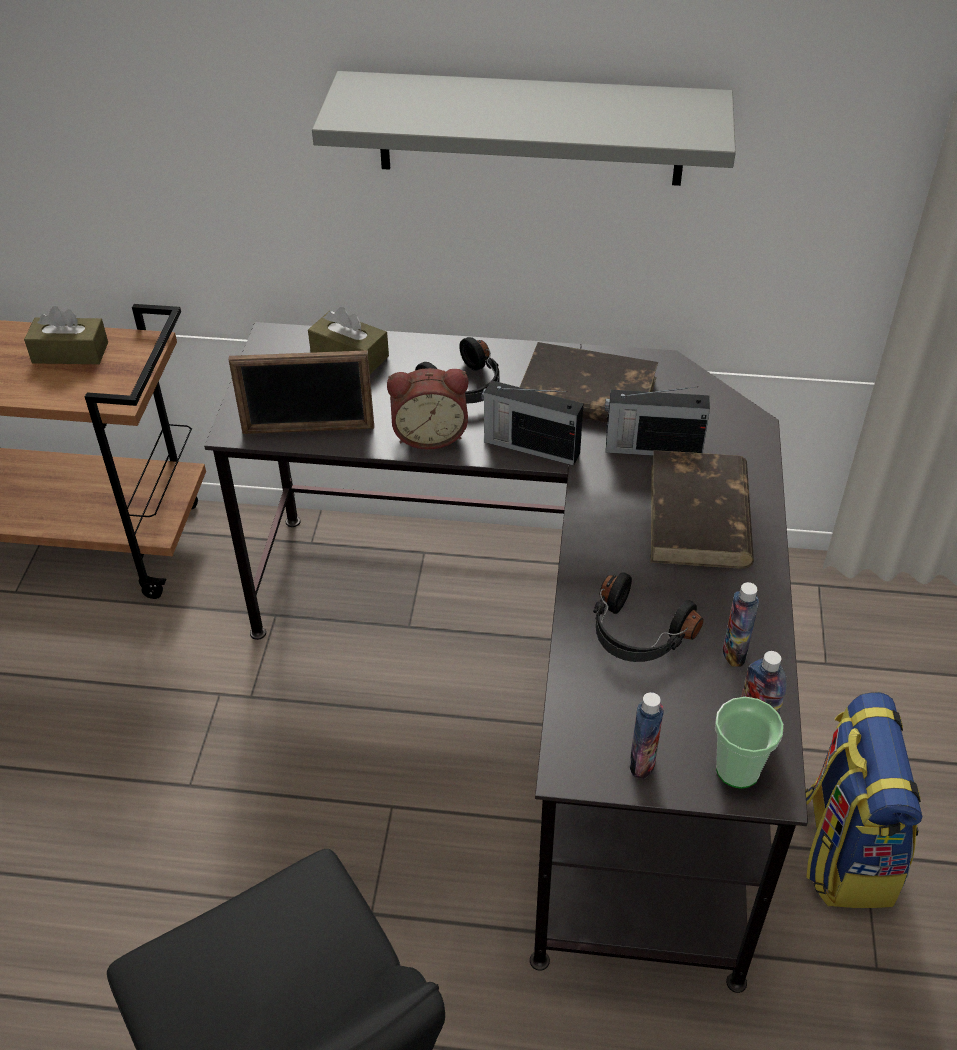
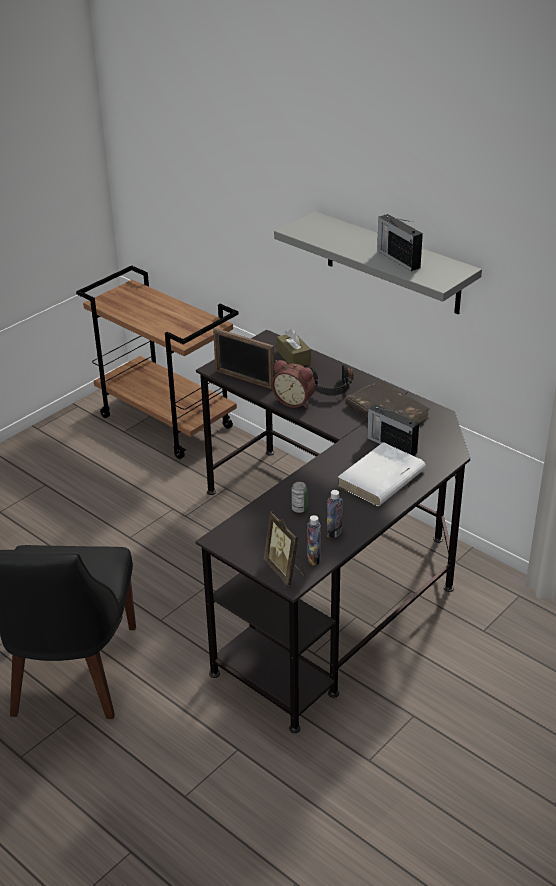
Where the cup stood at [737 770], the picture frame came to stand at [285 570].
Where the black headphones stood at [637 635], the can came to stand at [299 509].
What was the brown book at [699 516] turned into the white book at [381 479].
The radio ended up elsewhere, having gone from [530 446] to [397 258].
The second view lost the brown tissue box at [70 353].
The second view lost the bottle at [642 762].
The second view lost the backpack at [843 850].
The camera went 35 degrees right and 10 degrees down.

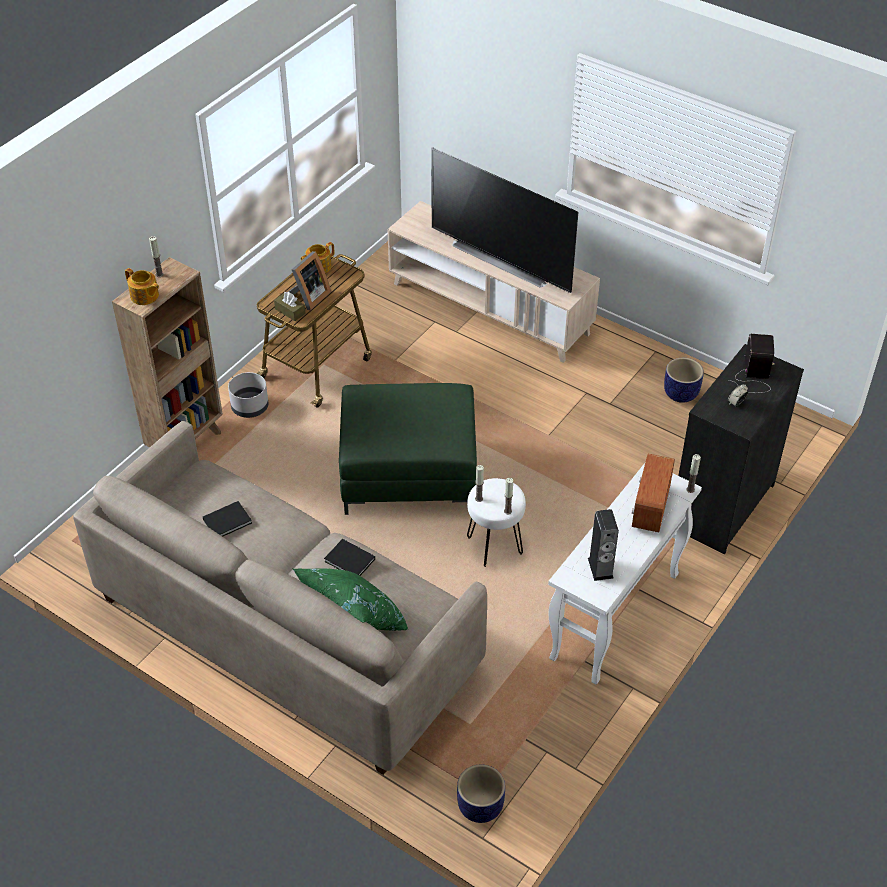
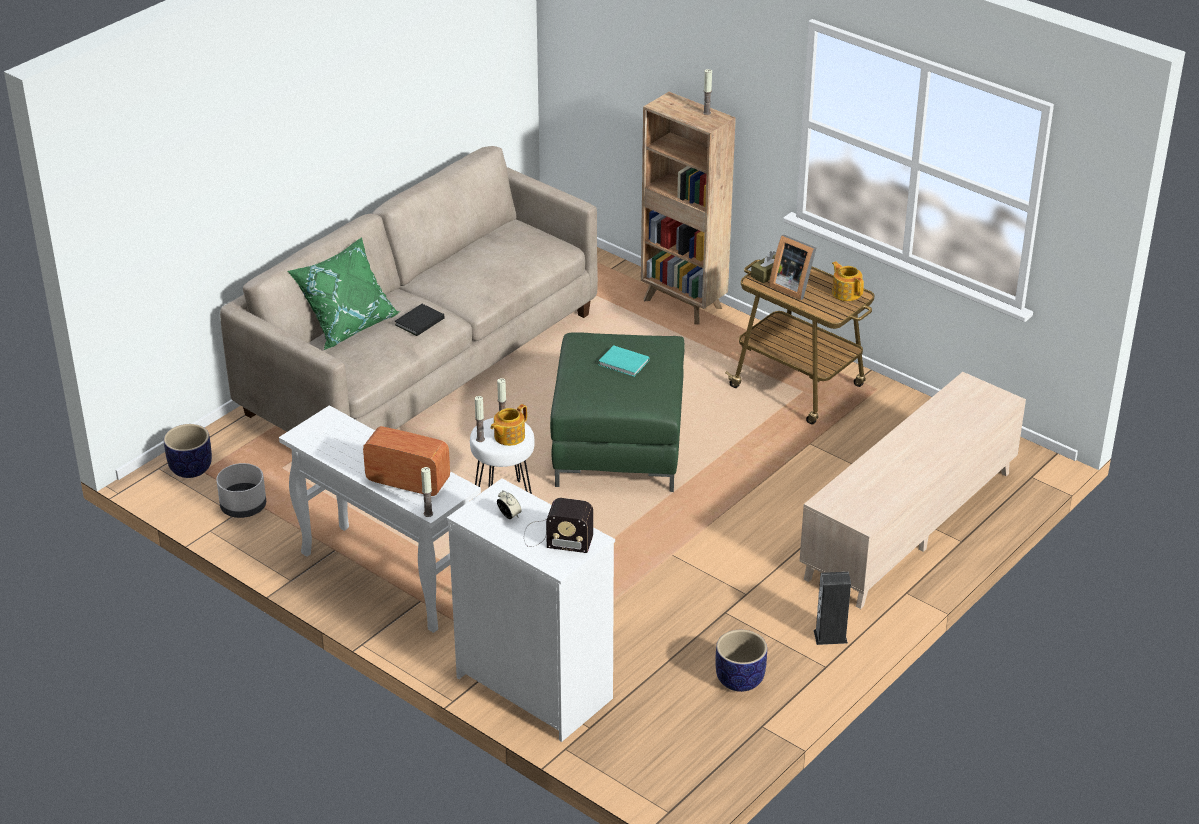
The grey planter ended up elsewhere, having gone from [249 407] to [243 506].
What was the black dresser at [721 505] turned into the white dresser at [535 687].
The teapot ended up elsewhere, having gone from [145 296] to [508 436].
The second view gained the turquoise book at [624 363].
The speaker ended up elsewhere, having gone from [600 568] to [830 636].
The second view lost the black book at [229 521].
The second view lost the television at [503 258].
The camera went 95 degrees right and 10 degrees down.

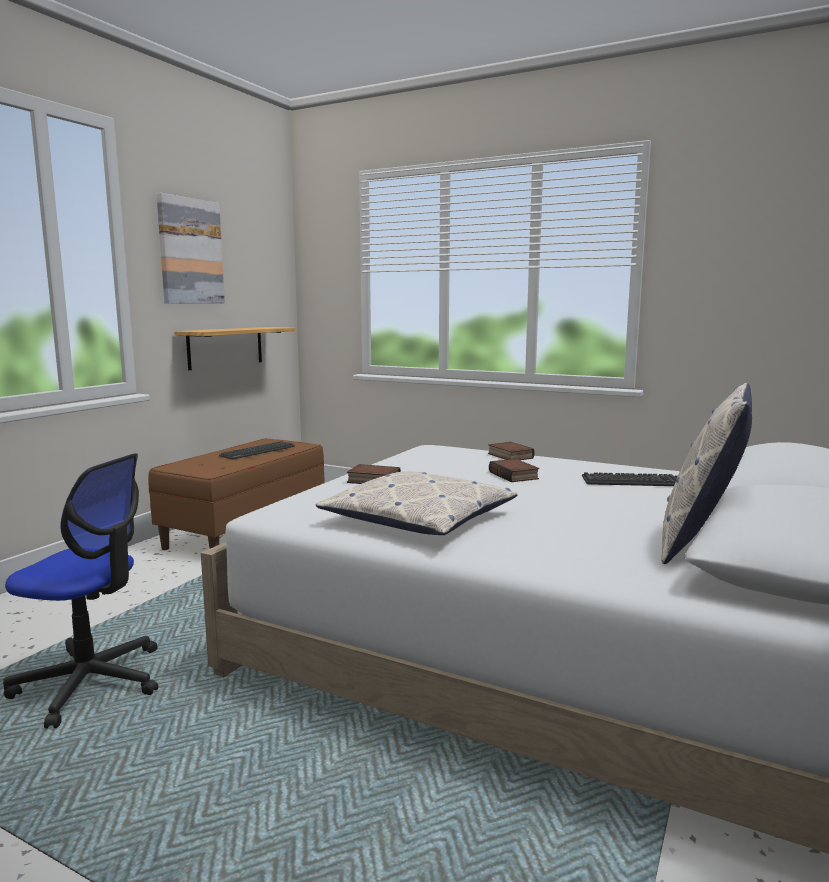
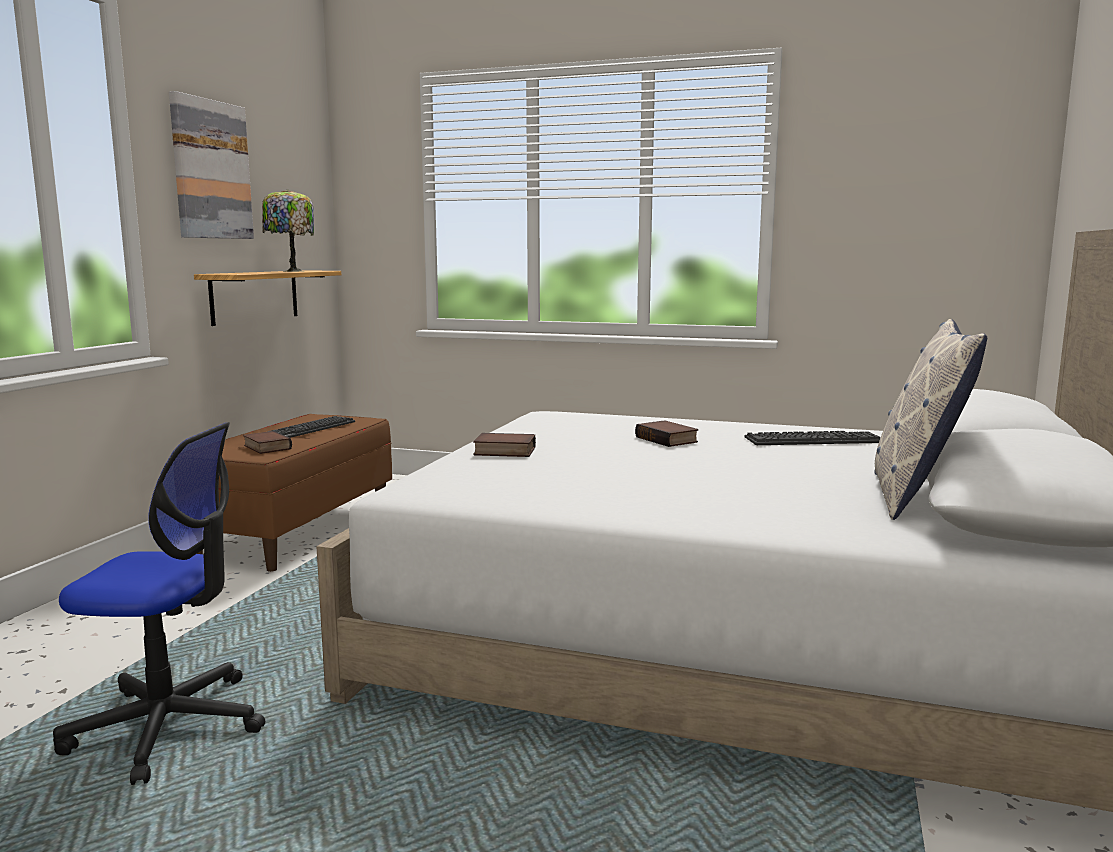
The book ended up elsewhere, having gone from [509 456] to [265 447].
The second view gained the table lamp at [291 271].
The second view lost the pillow at [419 518].
The camera went 10 degrees left and 0 degrees up.

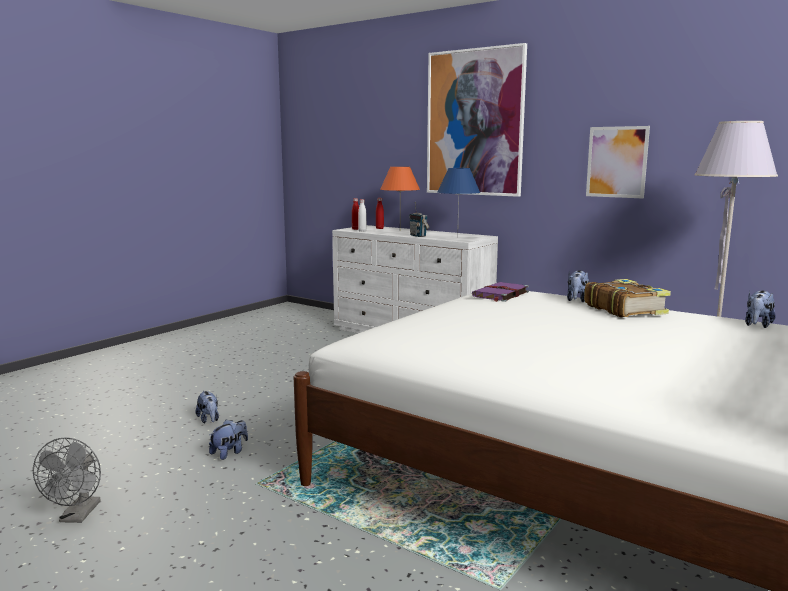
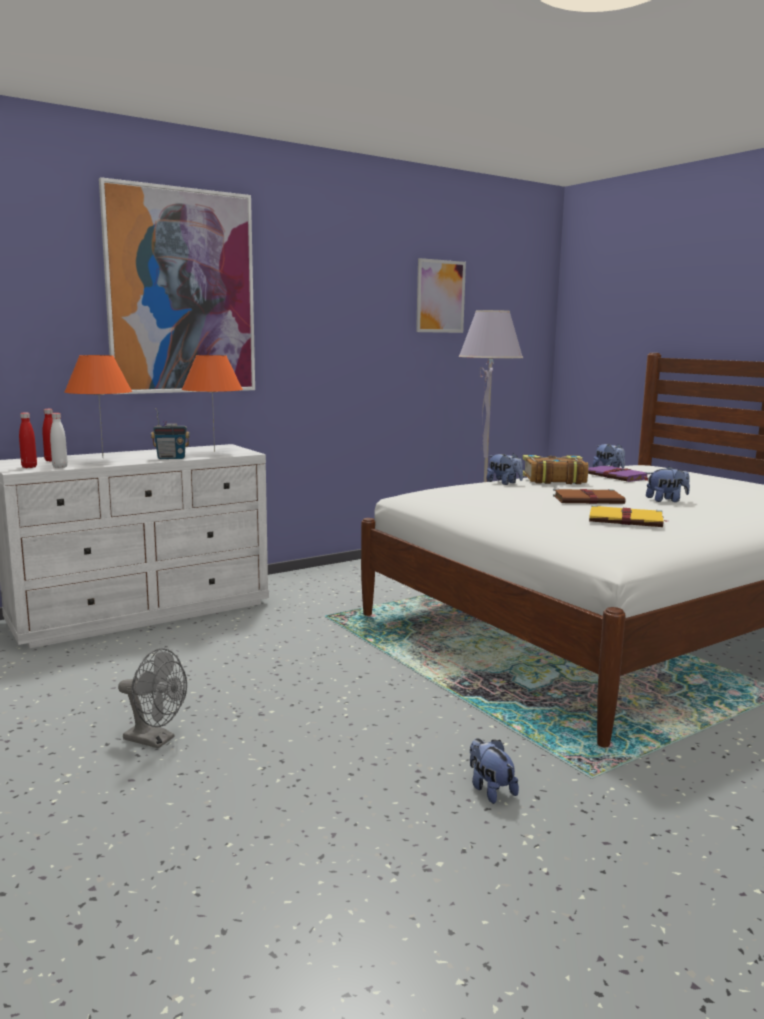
The grey fan ended up elsewhere, having gone from [77 516] to [155 740].
What was the blue table lamp at [457 237] turned into the orange table lamp at [214 451].
The picture ended up elsewhere, having gone from [617 162] to [440 296].
The second view gained the brown book at [589 500].
The purple book ended up elsewhere, having gone from [500 294] to [618 476].
The second view gained the yellow book at [627 520].
The plush toy ended up elsewhere, having gone from [209 420] to [666 500].
The camera went 70 degrees left and 0 degrees up.

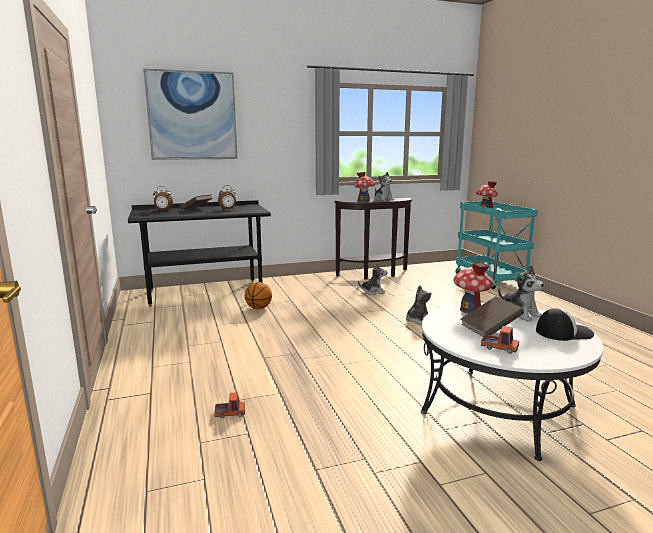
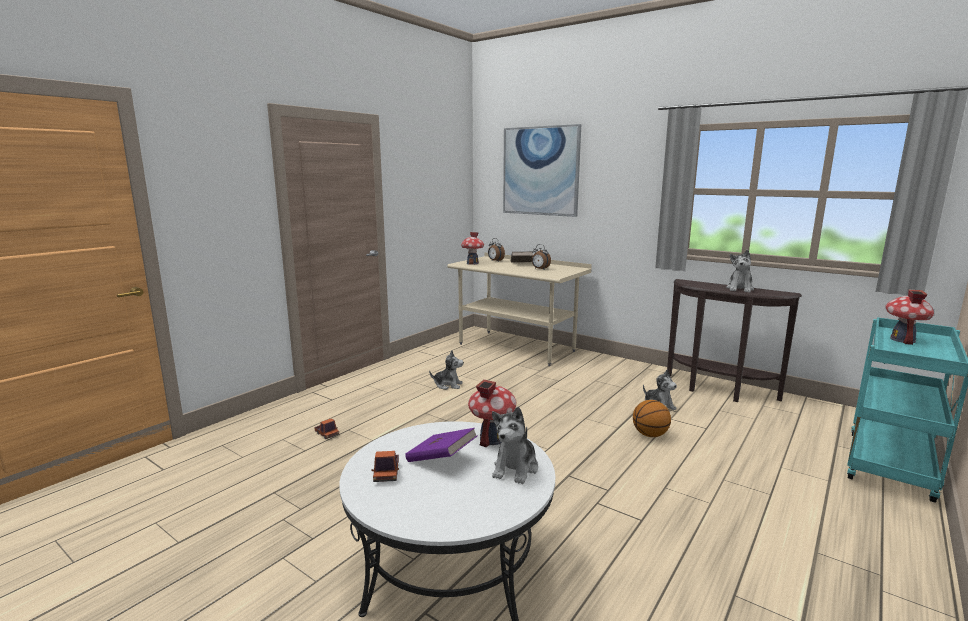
What was the brown book at [490 328] turned into the purple book at [441 459].
The plush toy ended up elsewhere, having gone from [417 320] to [448 385].
What was the black desk at [205 293] turned into the beige desk at [516 347].
The toy house ended up elsewhere, having gone from [364 201] to [472 263].
The basketball ended up elsewhere, having gone from [259 308] to [650 435].
The second view lost the cap at [563 332].
The camera went 55 degrees right and 0 degrees up.

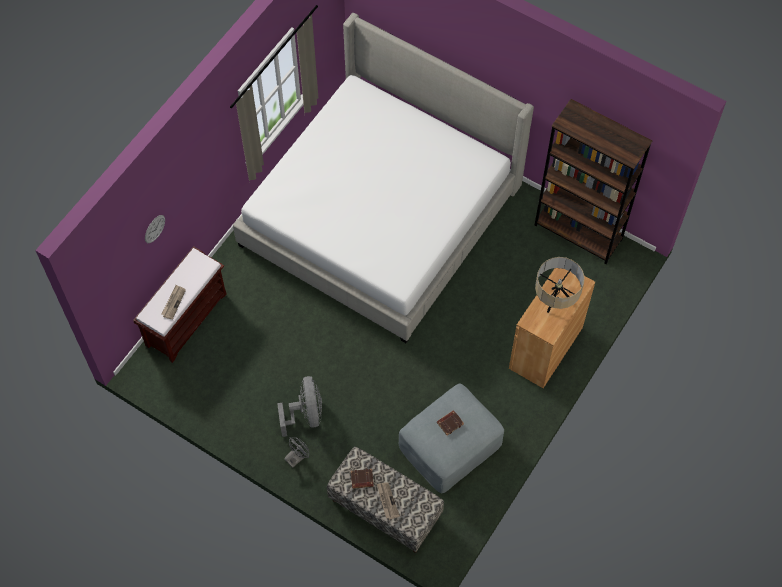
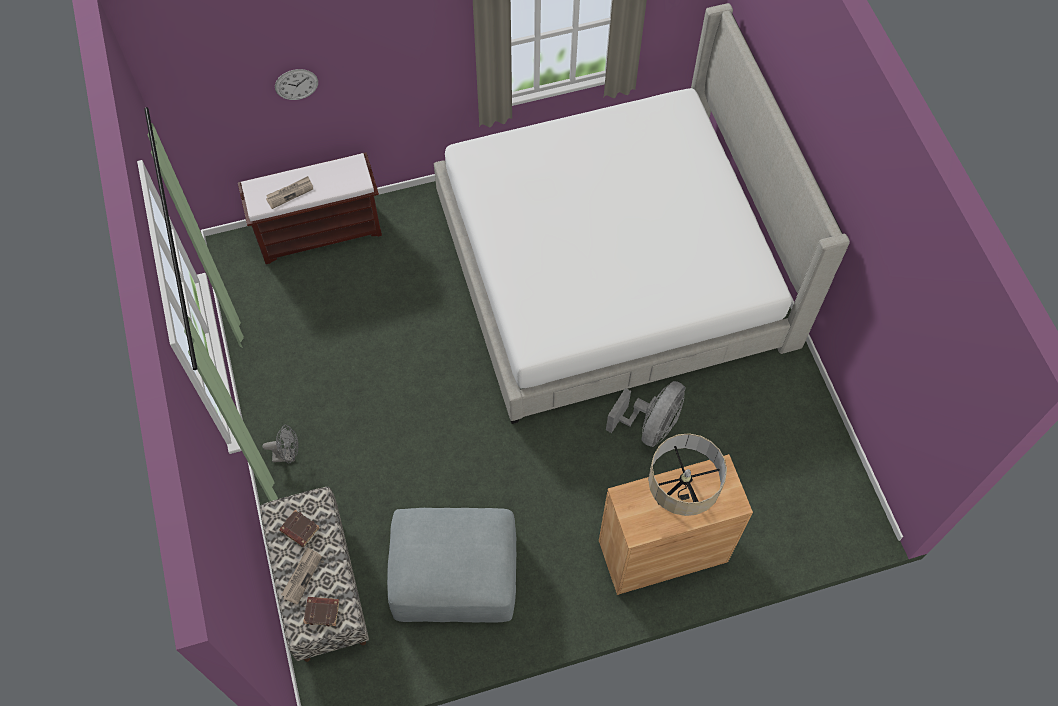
The brown book ended up elsewhere, having gone from [450 423] to [322 611].
The grey fan ended up elsewhere, having gone from [305 414] to [650 426].
The second view lost the brown bookcase at [578 232].
The camera went 40 degrees right and 0 degrees up.

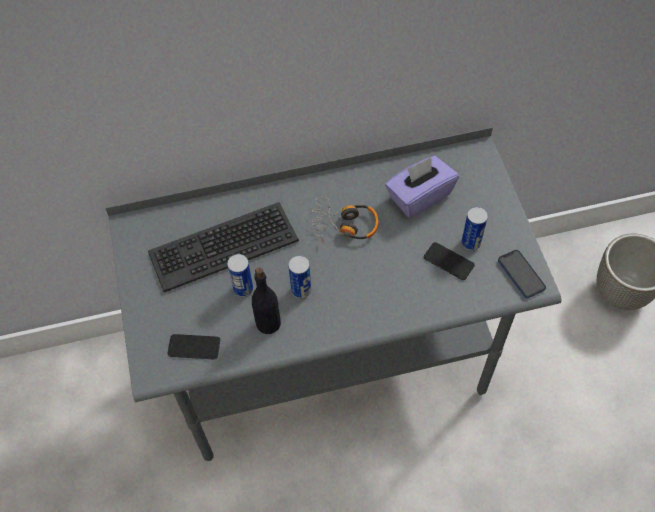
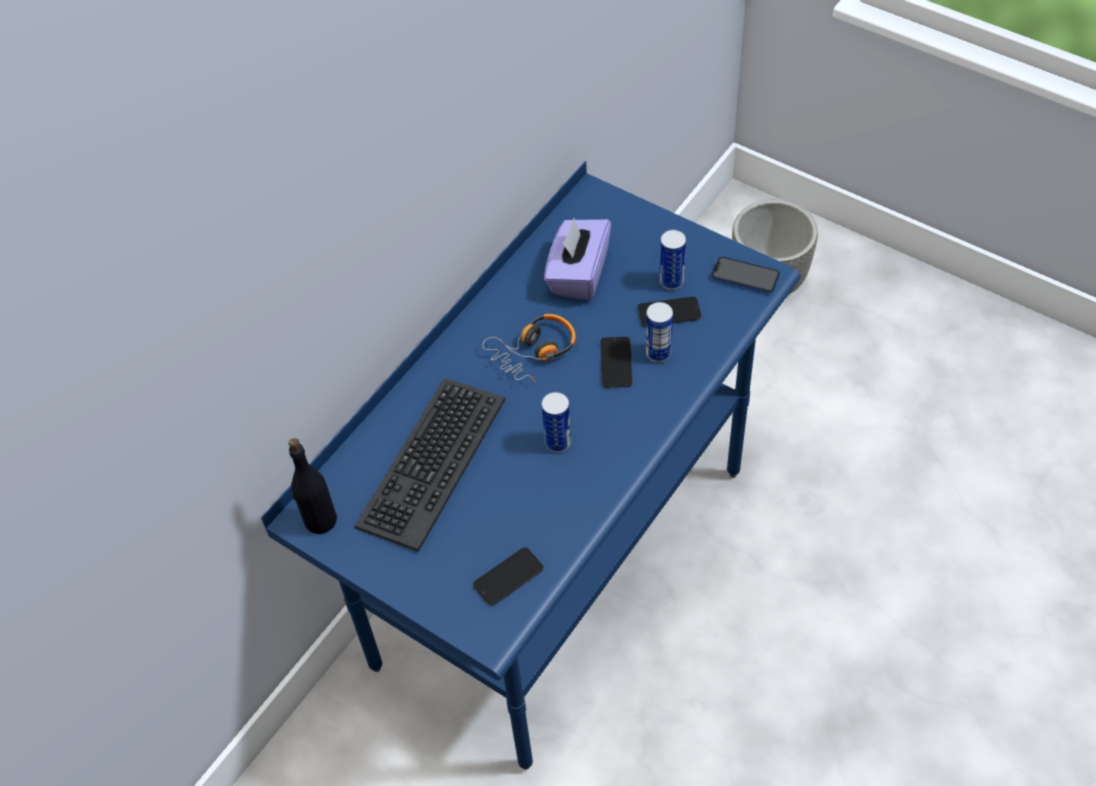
What was the grey desk at [331 365] turned into the blue desk at [560 567].
The black bottle ended up elsewhere, having gone from [268 323] to [320 520].
The second view gained the phone at [616 363].
The can ended up elsewhere, having gone from [243 289] to [658 353].
The camera went 40 degrees left and 5 degrees down.

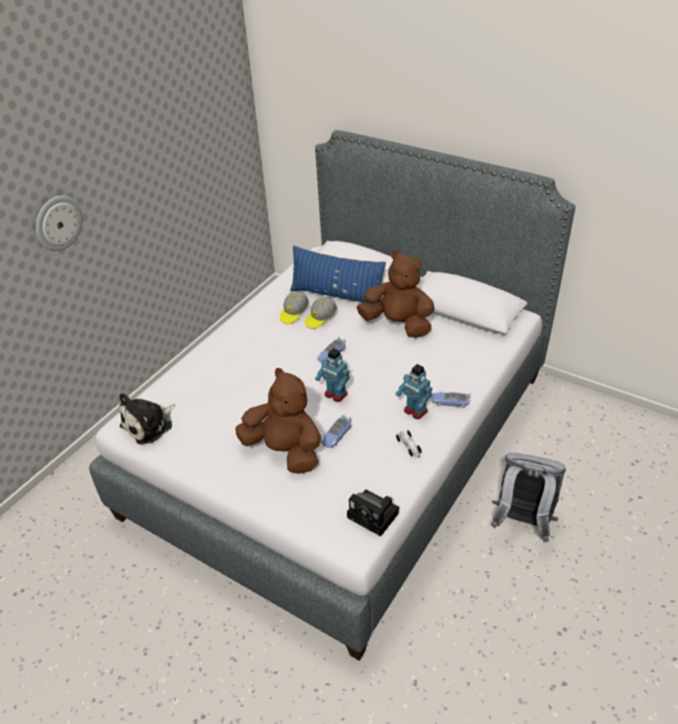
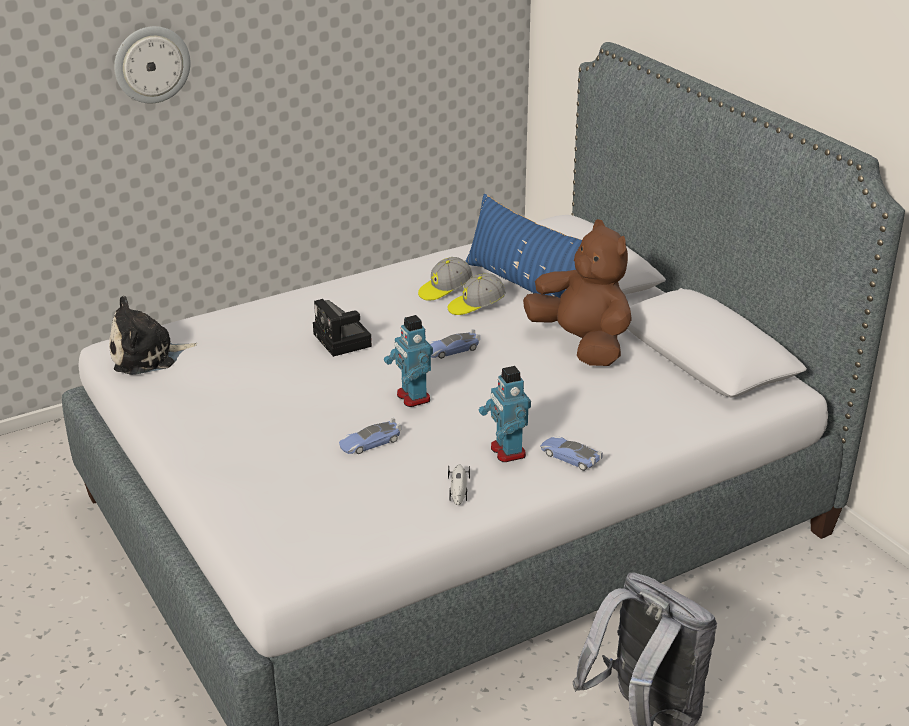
The photo camera ended up elsewhere, having gone from [375 516] to [344 341].
The second view lost the brown plush toy at [285 451].
The camera went 25 degrees right and 10 degrees down.

